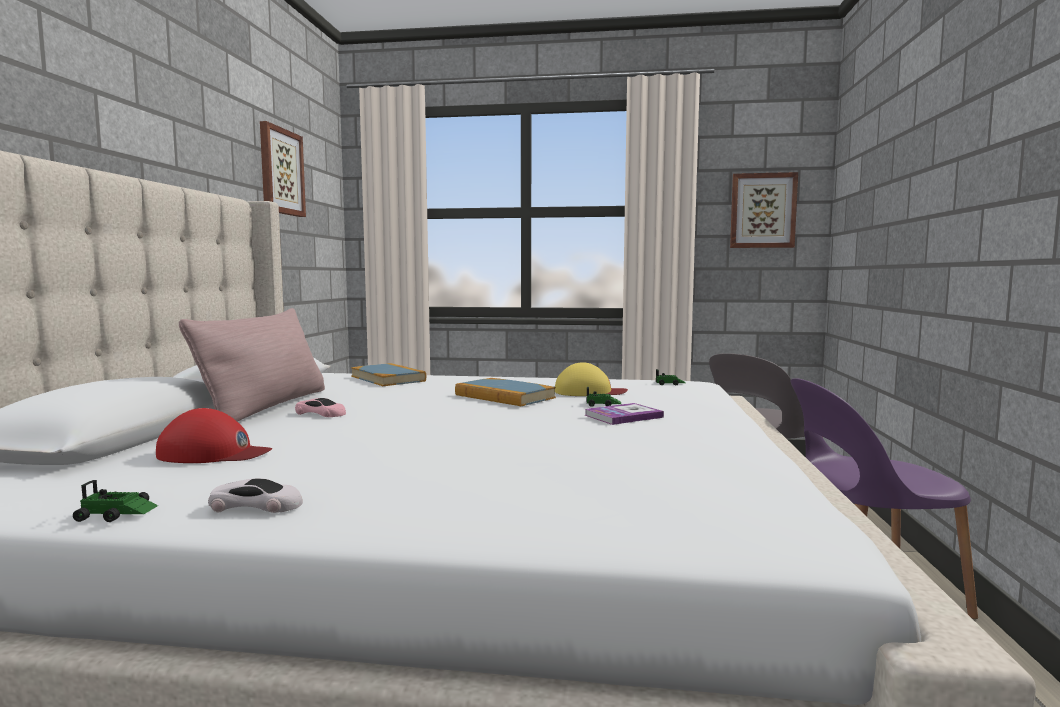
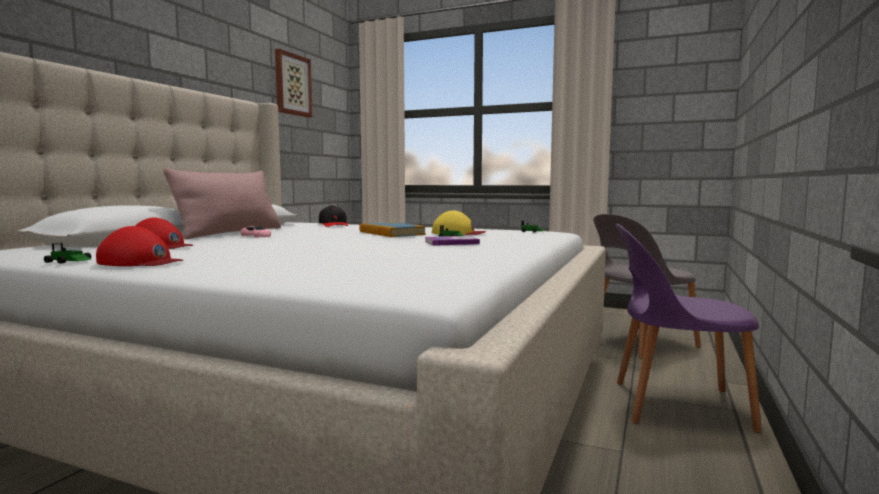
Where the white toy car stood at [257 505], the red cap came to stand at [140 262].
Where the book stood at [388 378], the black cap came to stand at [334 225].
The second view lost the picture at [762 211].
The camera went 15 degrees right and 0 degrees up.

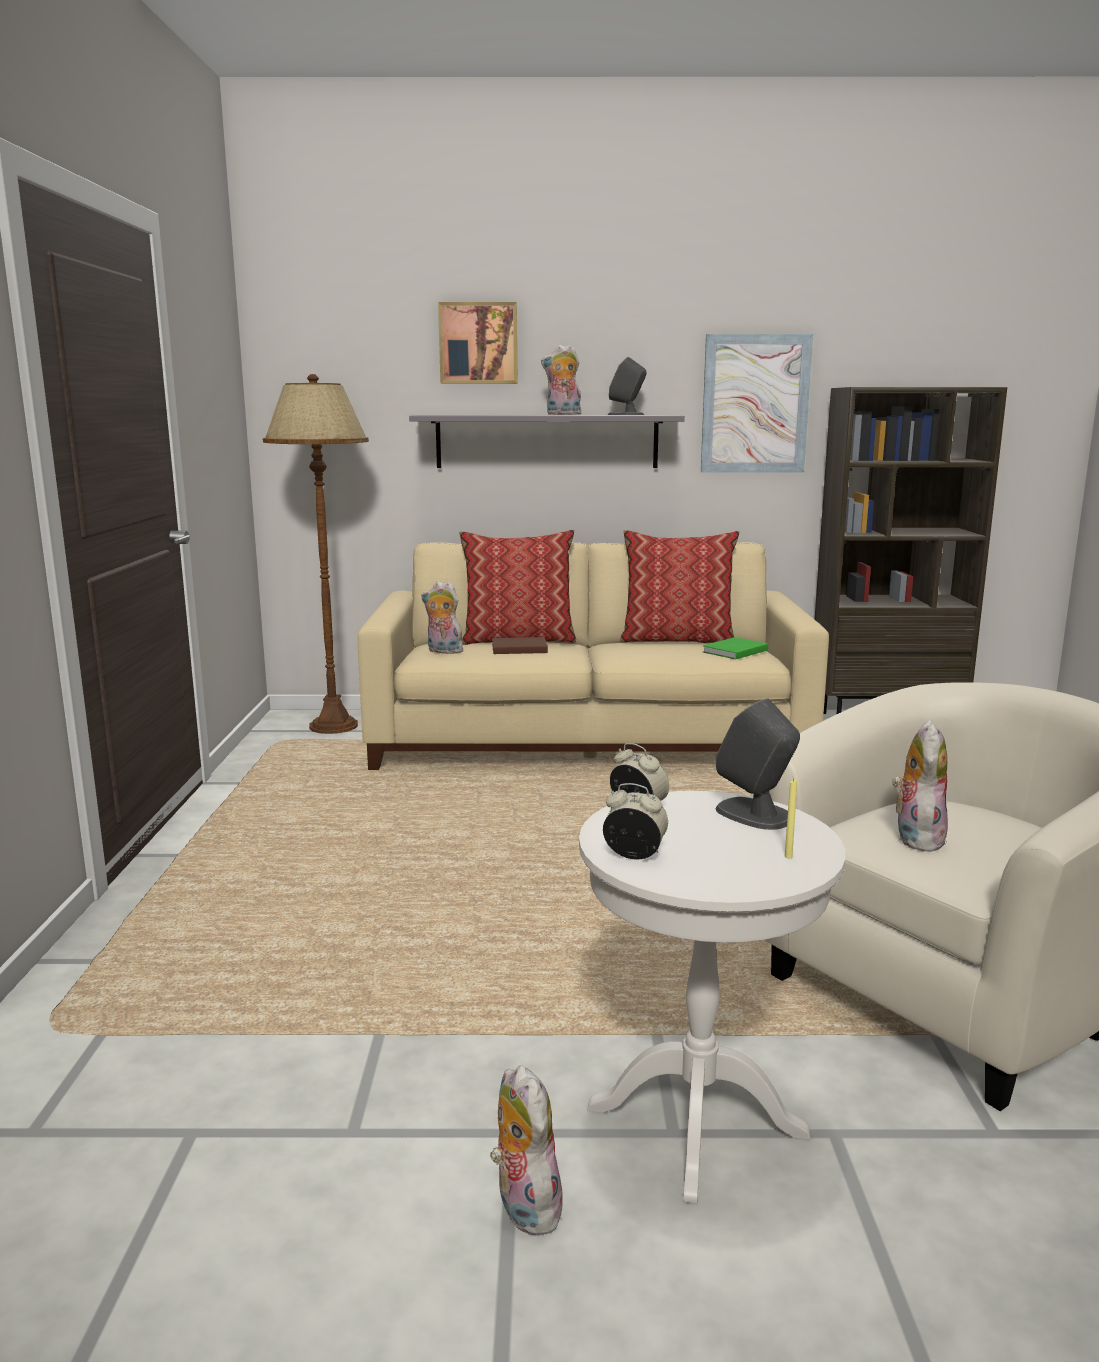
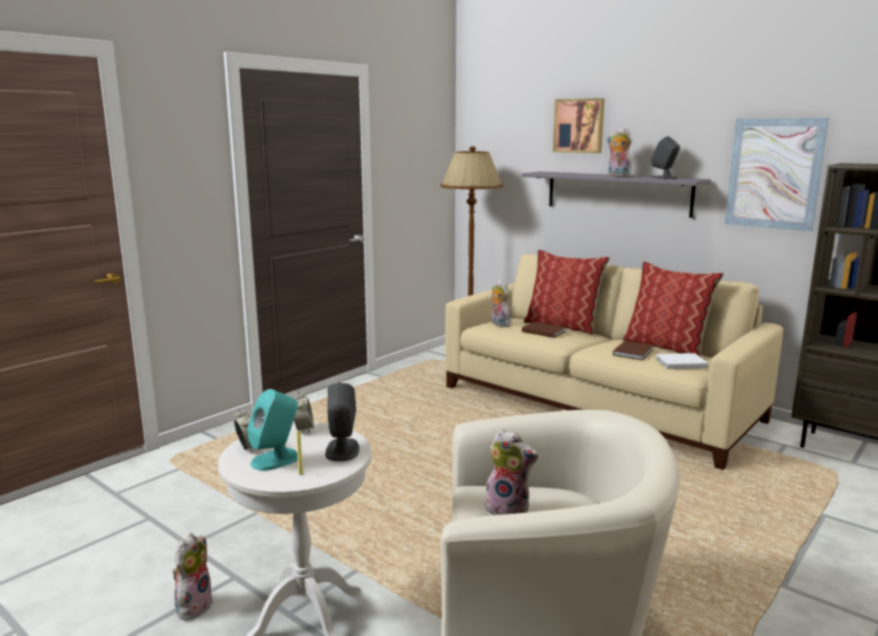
The second view gained the turquoise speaker at [276 459].
The plush toy at [916 837] ended up facing another way, 60 degrees clockwise from before.
The second view gained the brown book at [634 352].
What was the green book at [733 651] turned into the white book at [679 363].
The camera went 40 degrees right and 0 degrees up.

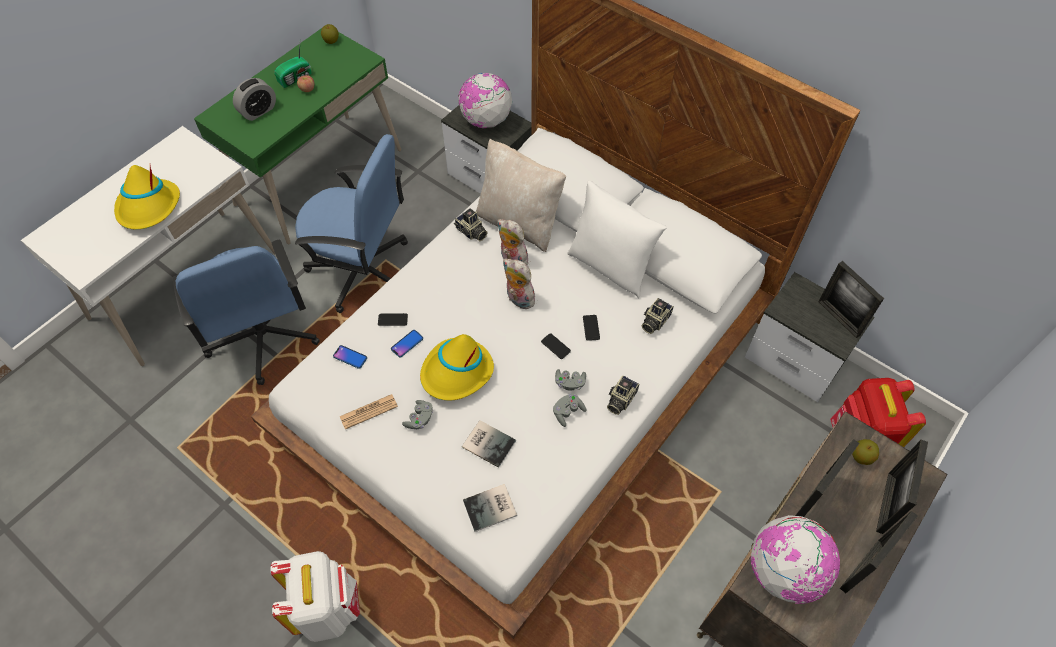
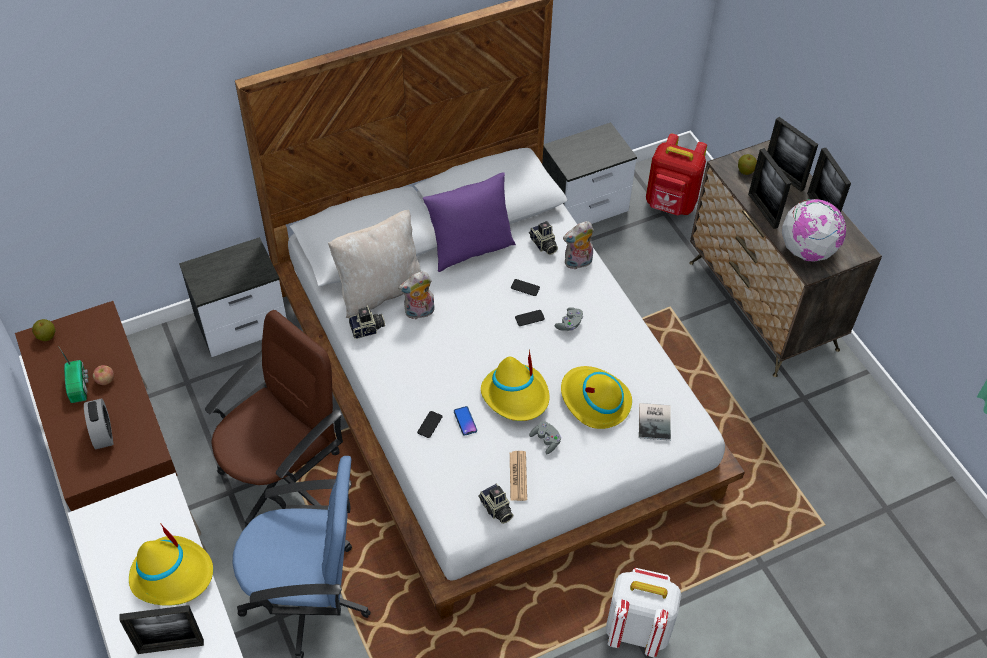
What was the green desk at [319 177] turned into the brown desk at [124 475].
The picture frame ended up elsewhere, having gone from [838 318] to [170 646].
What was the blue office chair at [362 270] turned into the brown office chair at [284 477].
What was the white pillow at [610 266] turned into the purple pillow at [470 249].
The photo camera ended up elsewhere, having gone from [620 399] to [496 509].
Where the book stood at [488 442], the yellow hat came to stand at [594 400].
The plush toy ended up elsewhere, having gone from [518 299] to [578 263].
The second view lost the phone at [350 357].
The second view lost the globe at [485 120].
The second view lost the grey game controller at [568 412].
The camera went 65 degrees left and 5 degrees down.

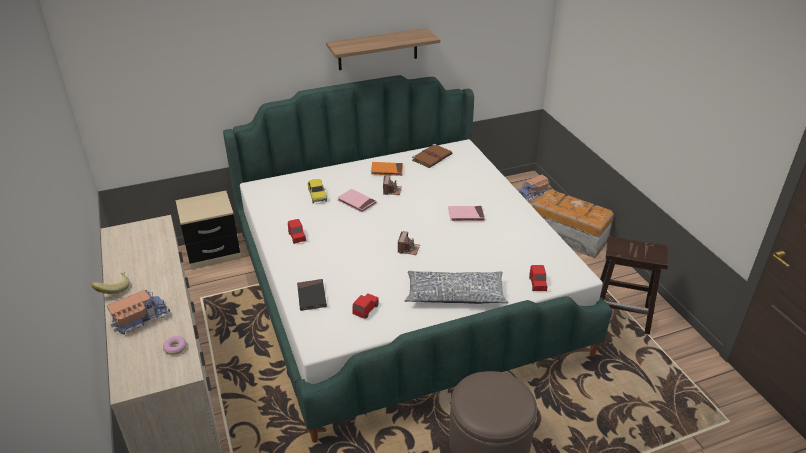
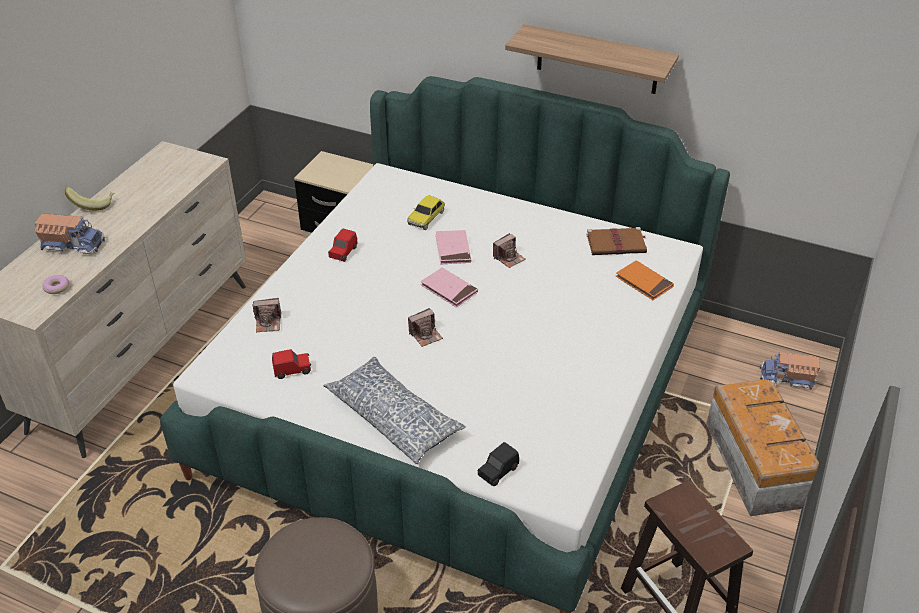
Where the black book stood at [311 296], the photo camera came to stand at [268 323].
The pink book ended up elsewhere, having gone from [466 215] to [449 289].
What was the red toy car at [537 284] turned into the black toy car at [497 472].
The orange book ended up elsewhere, having gone from [387 170] to [644 282].
The camera went 45 degrees right and 5 degrees up.

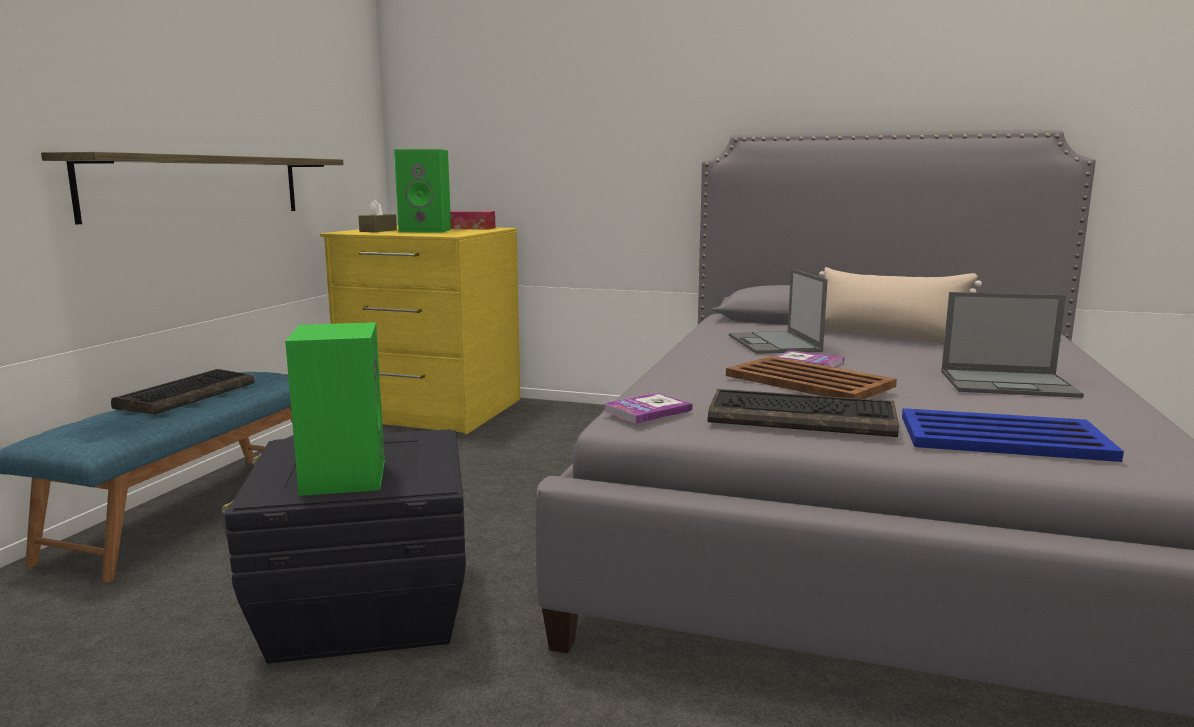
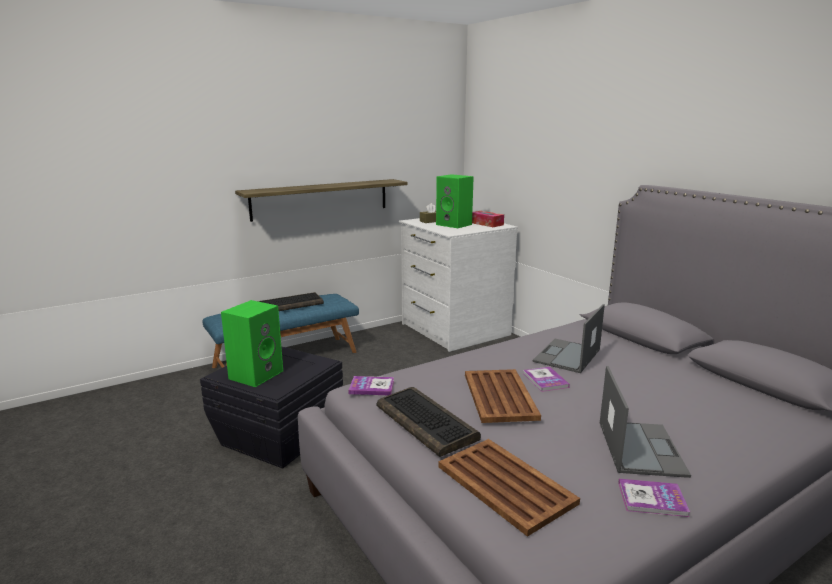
What was the yellow dresser at [431 410] turned into the white dresser at [453 330].
What was the blue tray at [1000 437] turned into the brown tray at [504 484].
The laptop at [1009 384] ended up facing another way, 135 degrees counterclockwise from before.
The second view gained the book at [652 499].
The second view lost the beige pillow at [886 337].
The camera went 40 degrees right and 5 degrees up.

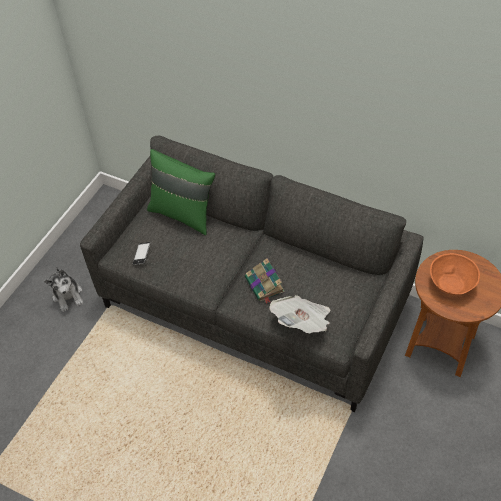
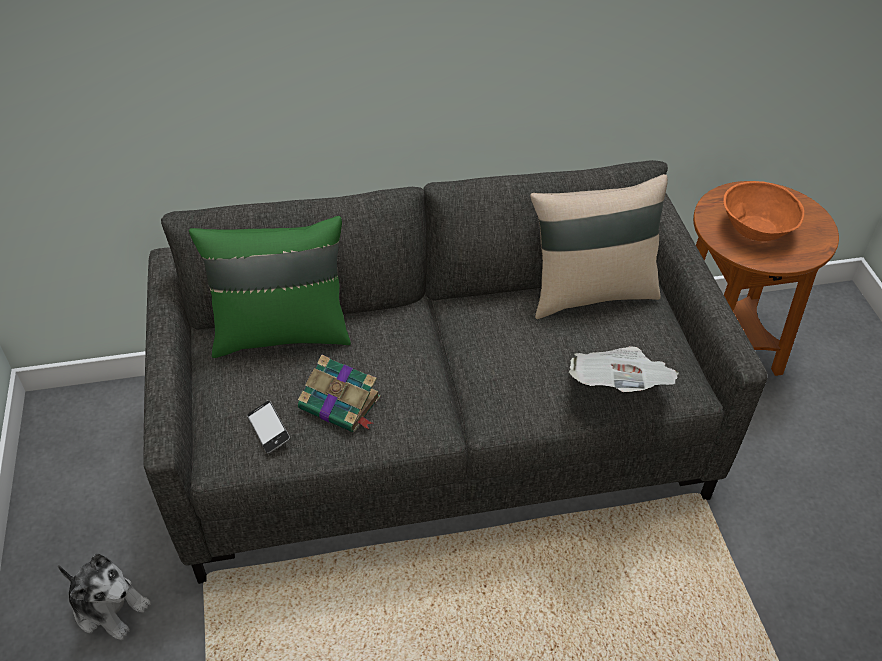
The book ended up elsewhere, having gone from [265 285] to [341 404].
The second view gained the beige pillow at [590 292].
The camera went 40 degrees left and 5 degrees down.

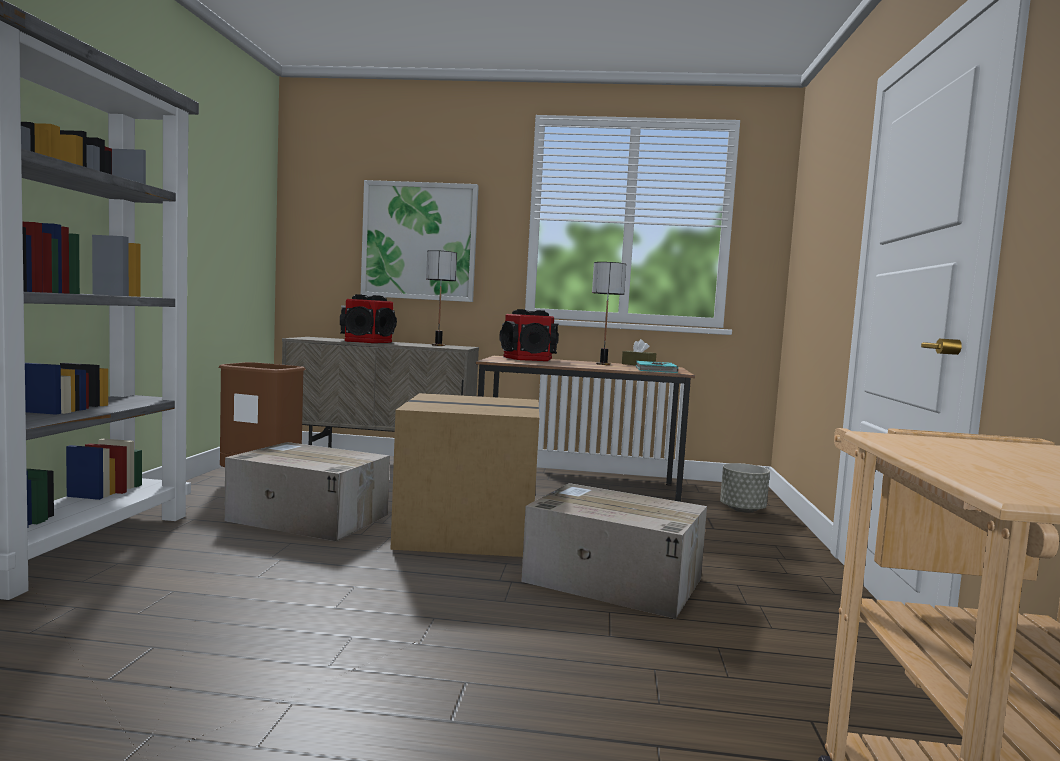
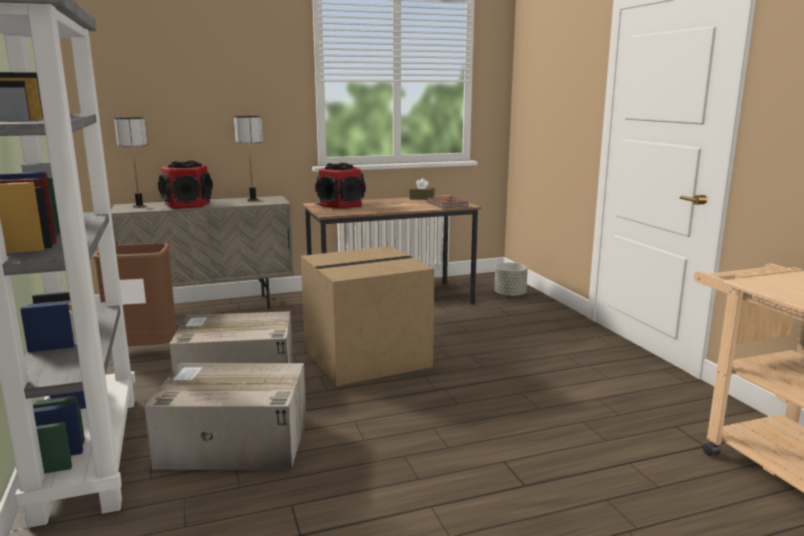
The table lamp ended up elsewhere, having gone from [603 364] to [139 206].
The cardboard box ended up elsewhere, having gone from [611 579] to [232 442].
What was the turquoise book at [655 370] turned into the brown book at [446 204].
The second view lost the picture at [419 241].
The camera went 25 degrees left and 10 degrees up.

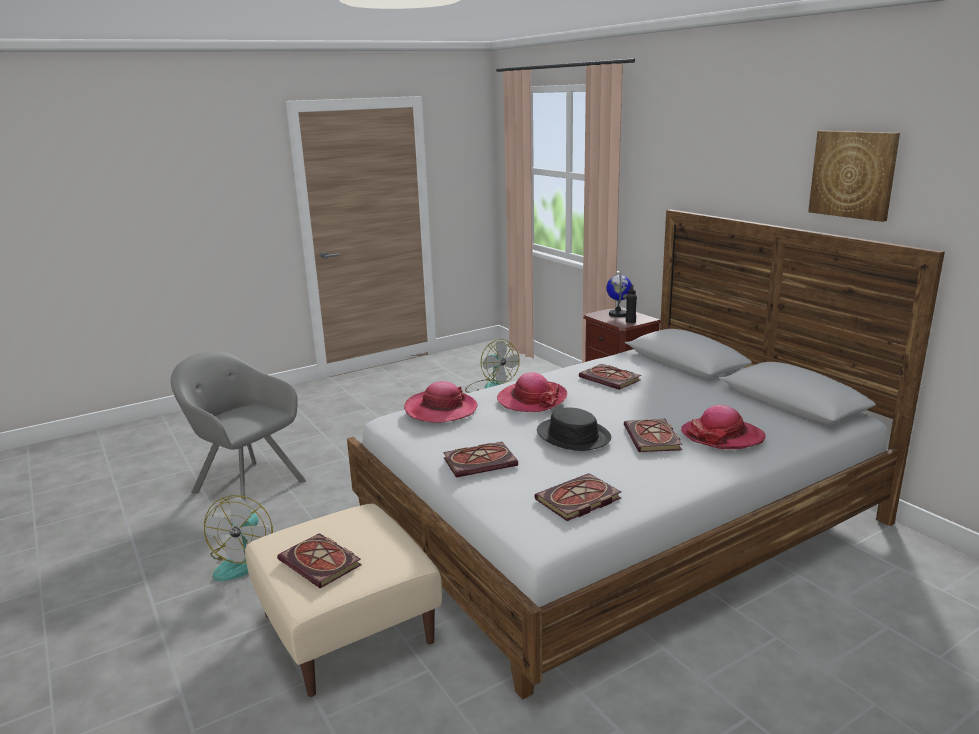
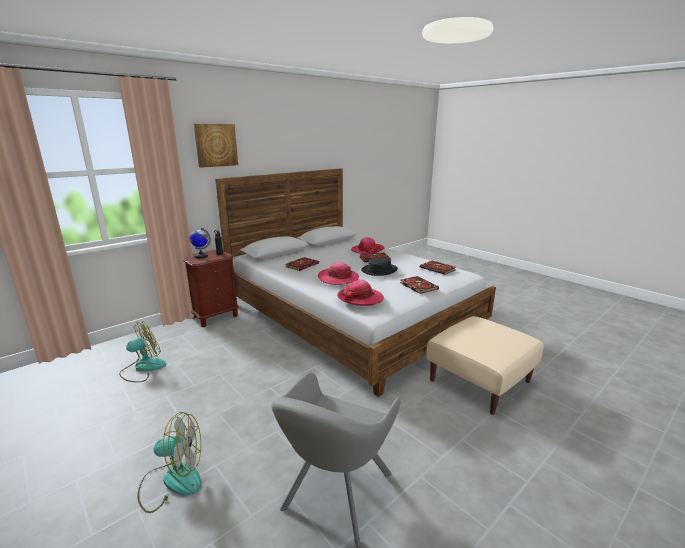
The fan ended up elsewhere, having gone from [244 560] to [172 480].
The picture ended up elsewhere, having gone from [853 174] to [216 145].
The second view lost the book at [322 563].
The camera went 100 degrees left and 0 degrees up.

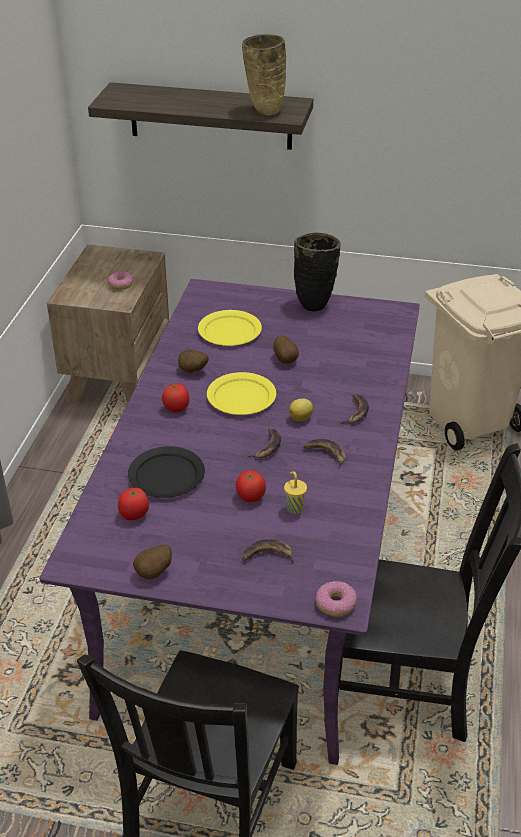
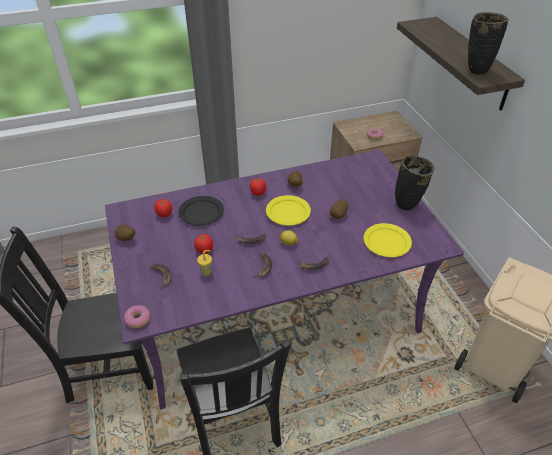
The yellow plate ended up elsewhere, having gone from [229 330] to [387 242].
What was the beige vase at [264 111] turned into the black vase at [476 70].
The camera went 60 degrees right and 5 degrees up.

